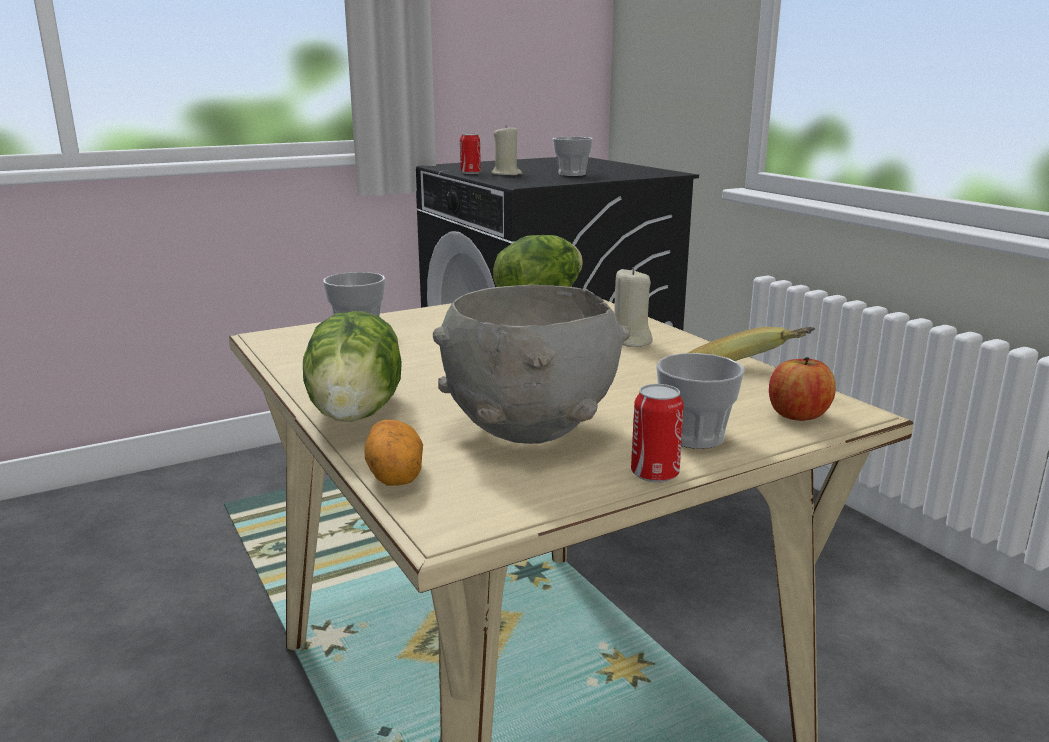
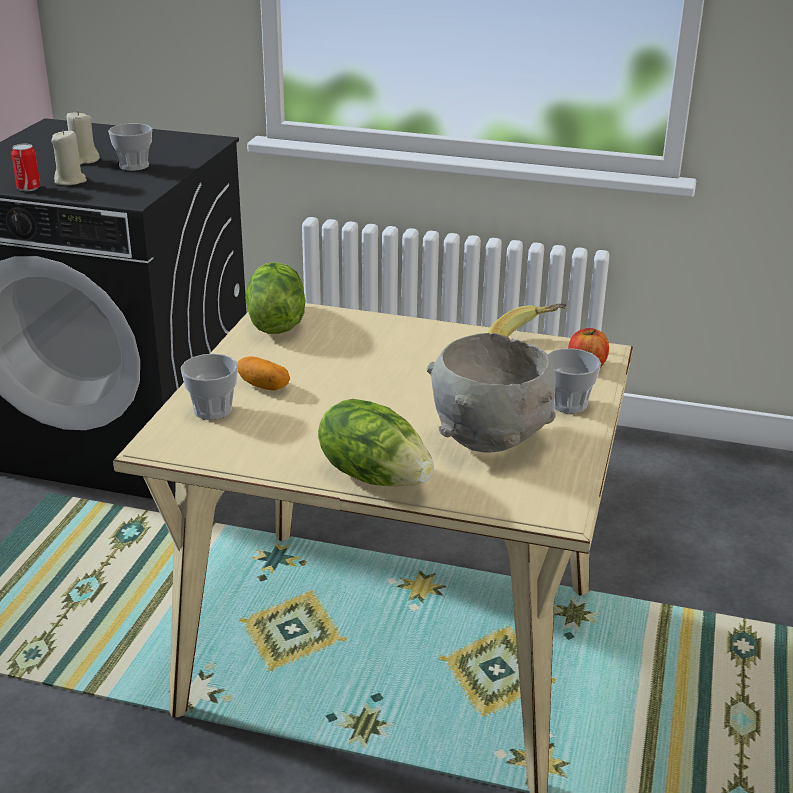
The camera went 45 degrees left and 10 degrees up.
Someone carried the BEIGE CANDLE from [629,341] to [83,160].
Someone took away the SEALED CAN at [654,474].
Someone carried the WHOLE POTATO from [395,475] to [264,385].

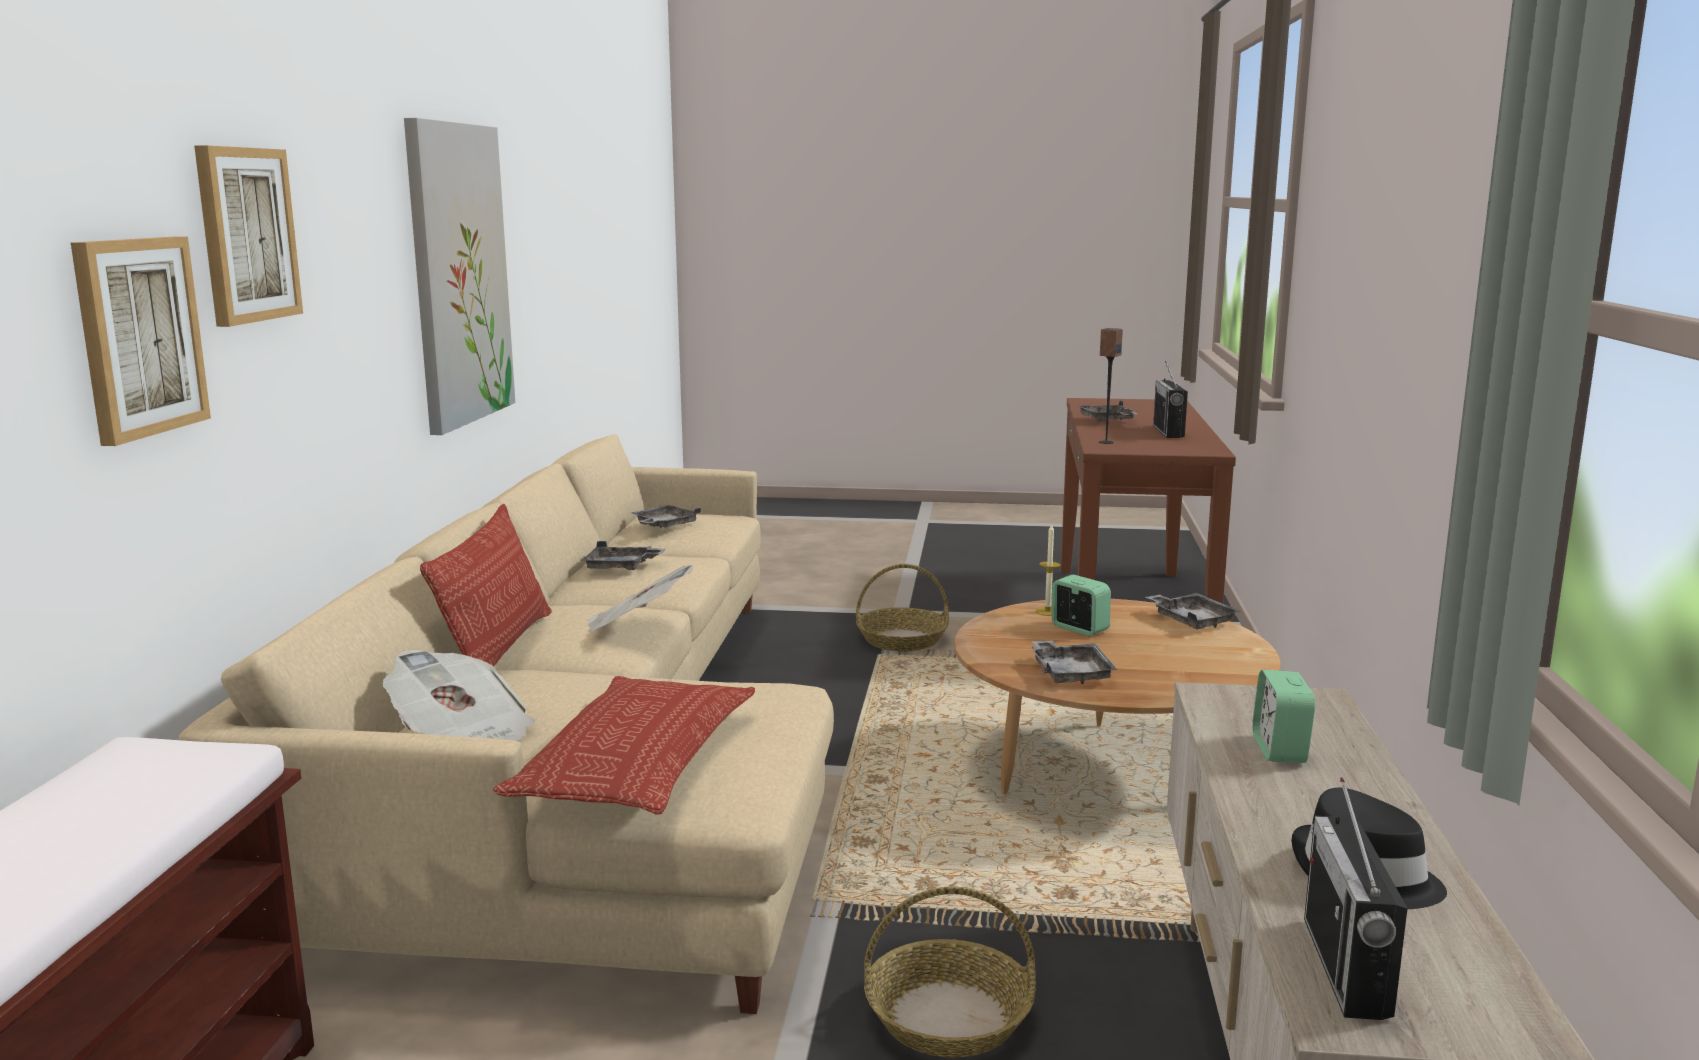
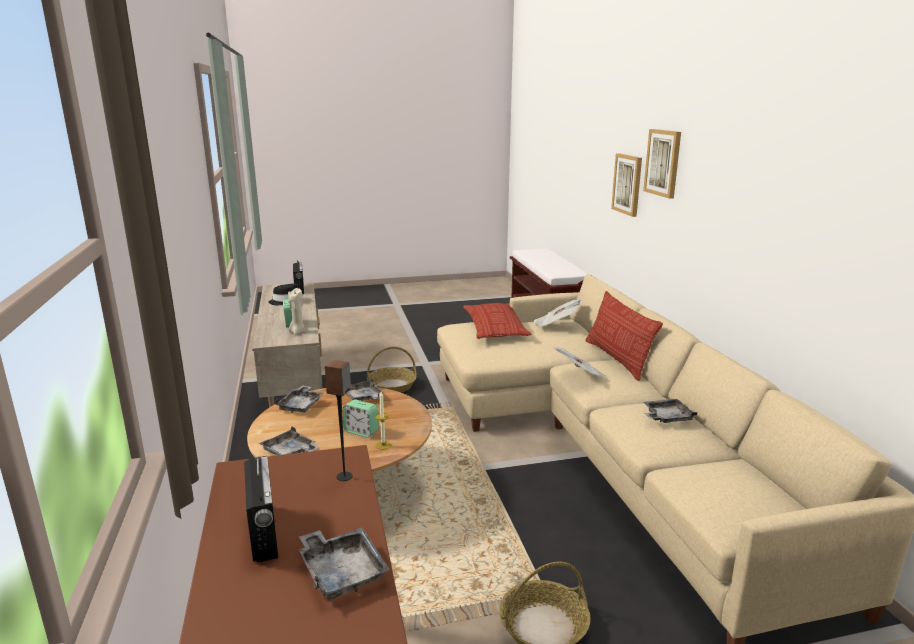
The camera went 160 degrees right and 5 degrees up.
Someone took away the WALL PICTURE at [459,274].
Someone carried the GRAY CARRYING TRAY from [664,526] to [301,405].
Someone put down the BEIGE CANDLE at [297,332].

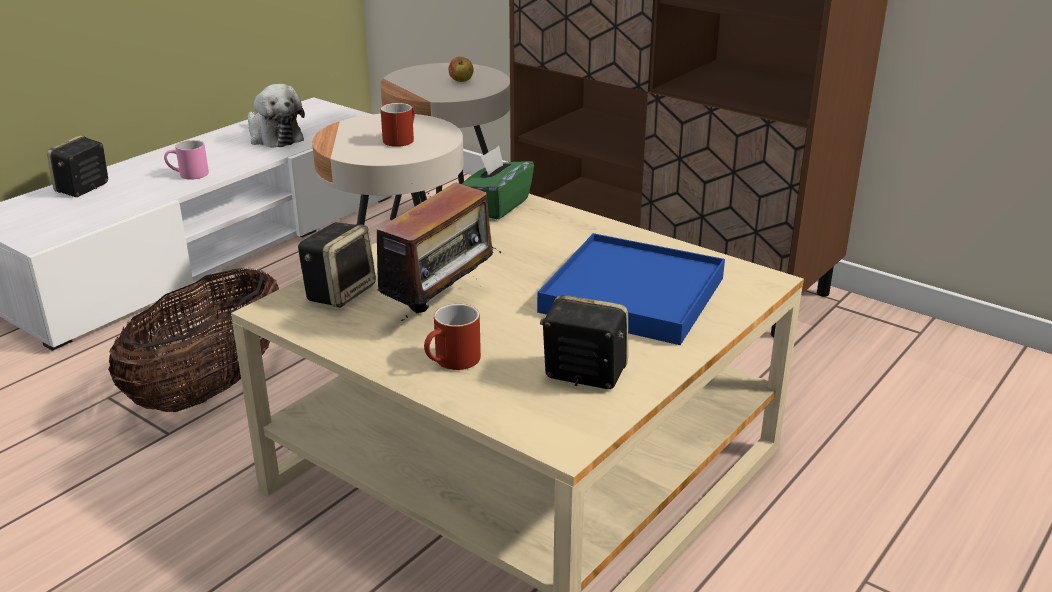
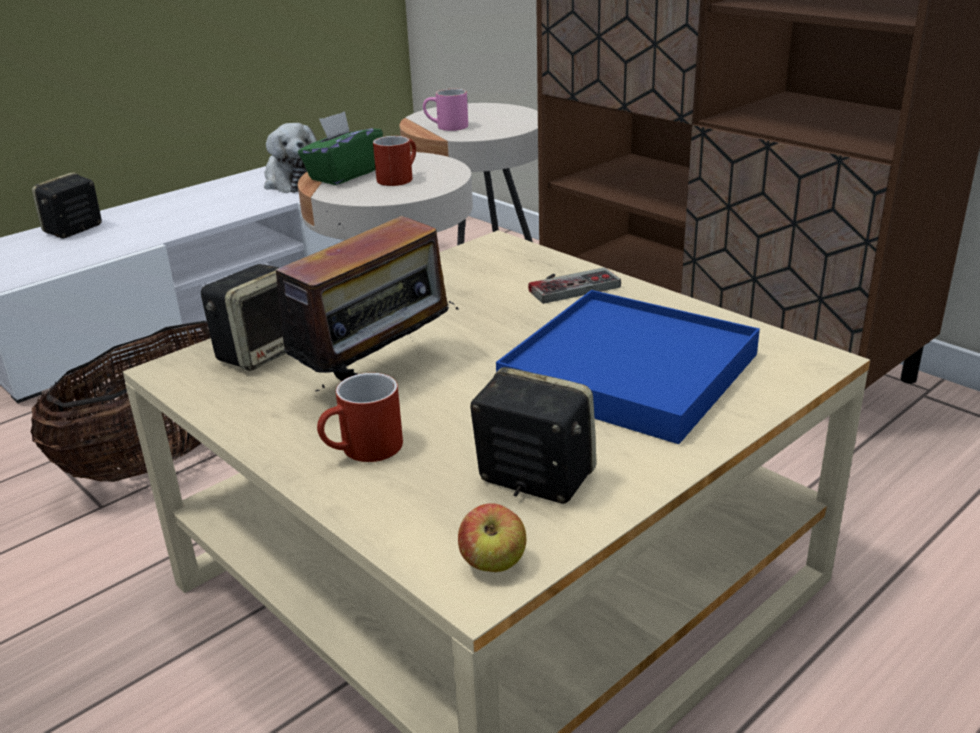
The camera went 10 degrees right and 0 degrees up.
Someone carried the APPLE FRUIT from [461,81] to [493,564].
Someone carried the PINKISH MUG from [188,175] to [446,127].
Someone carried the GREEN TISSUE HOLDER from [497,206] to [343,175].
Someone put down the GAME CONTROLLER at [569,285].

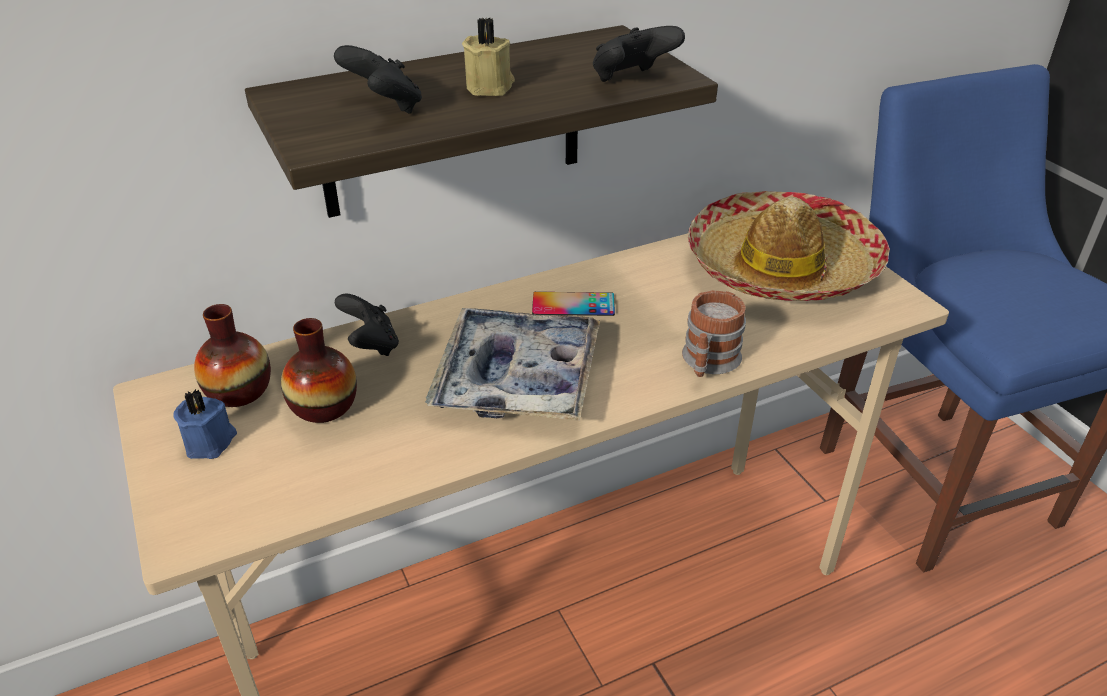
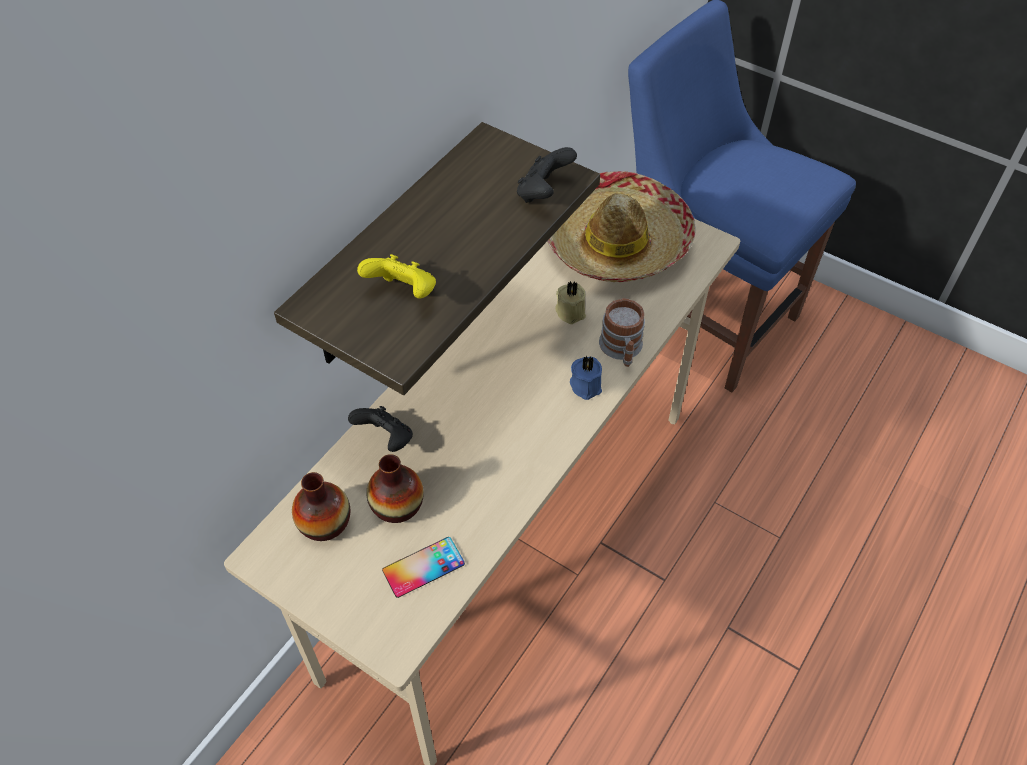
The camera went 30 degrees left and 15 degrees up.
Someone carried the BEIGE CANDLE from [491,86] to [571,311].
Someone repainted the BLACK GAME CONTROLLER at [385,107], which became the YELLOW GAME CONTROLLER at [403,293].
Someone carried the PHONE from [573,304] to [423,567].
Someone took away the CARRYING TRAY at [517,377].
Someone carried the BLUE-COLOURED CANDLE from [211,442] to [586,385].

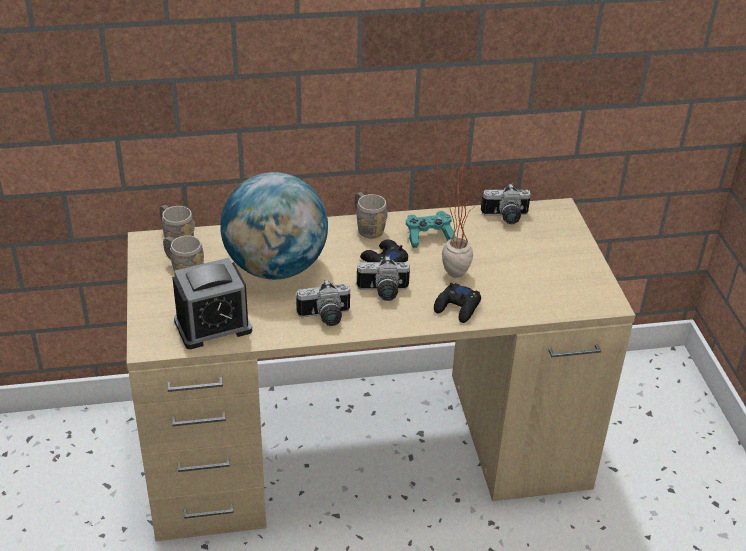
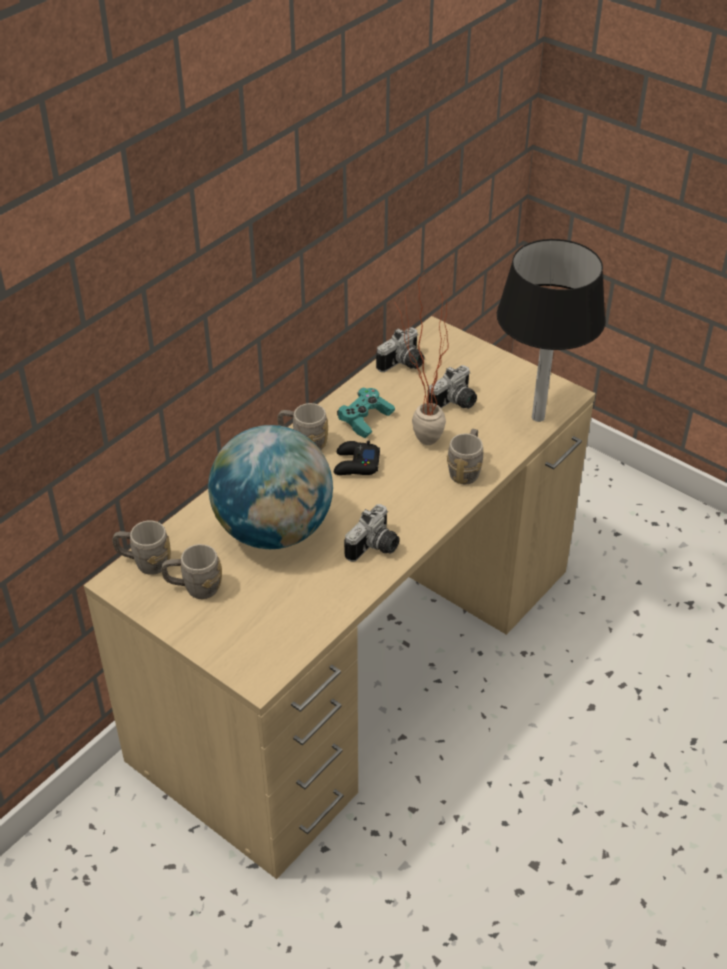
The camera went 40 degrees left and 5 degrees up.
Someone carried the STILL CAMERA from [383,292] to [455,403].
Someone took away the ALARM CLOCK at [213,326].
Someone swapped the BLACK GAME CONTROLLER at [457,307] for the GRAY MUG at [466,470].
Someone put down the BLACK TABLETOP LAMP at [538,417].

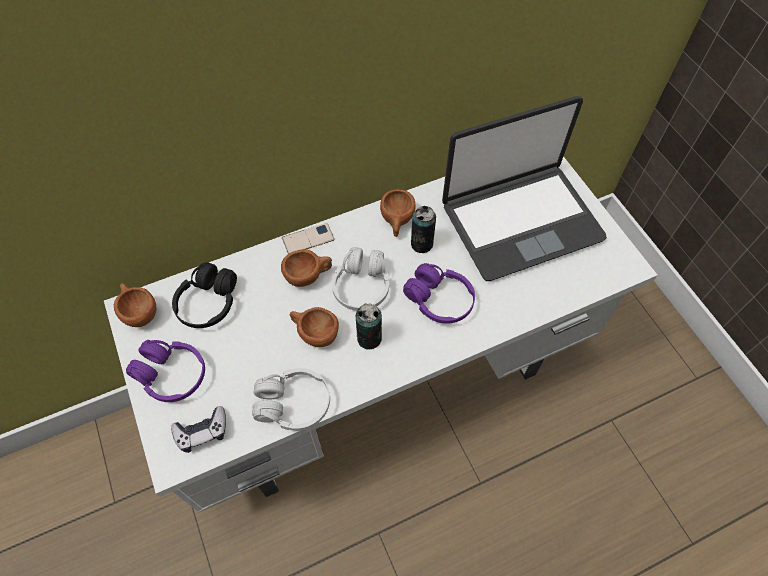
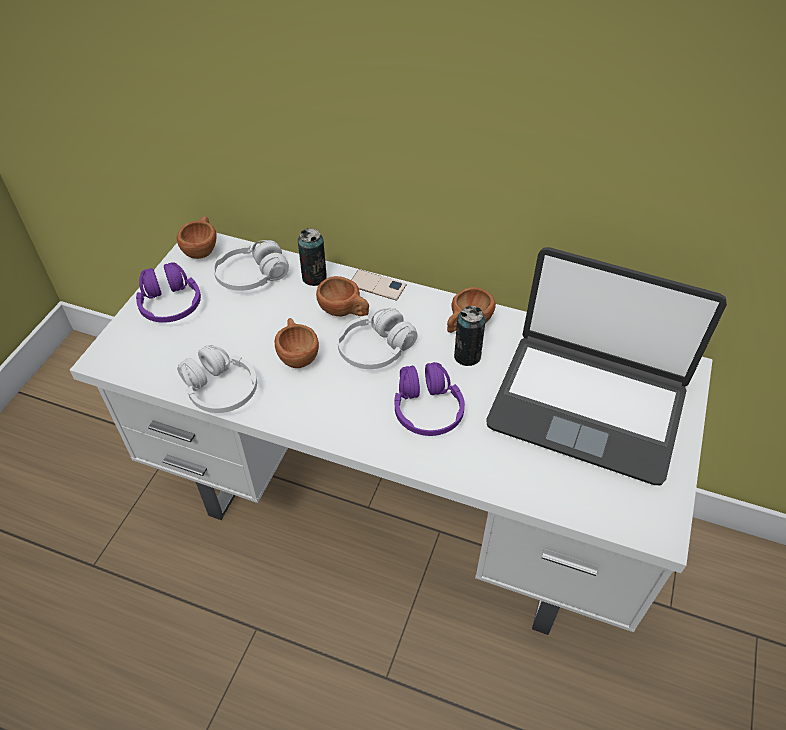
The camera went 45 degrees right and 10 degrees down.
Someone repainted the BLACK PAIR OF HEADPHONES at [208,302], which became the WHITE PAIR OF HEADPHONES at [252,276].
Someone carried the SEALED CAN from [369,338] to [314,277].
Someone took away the GAME CONTROLLER at [202,432].

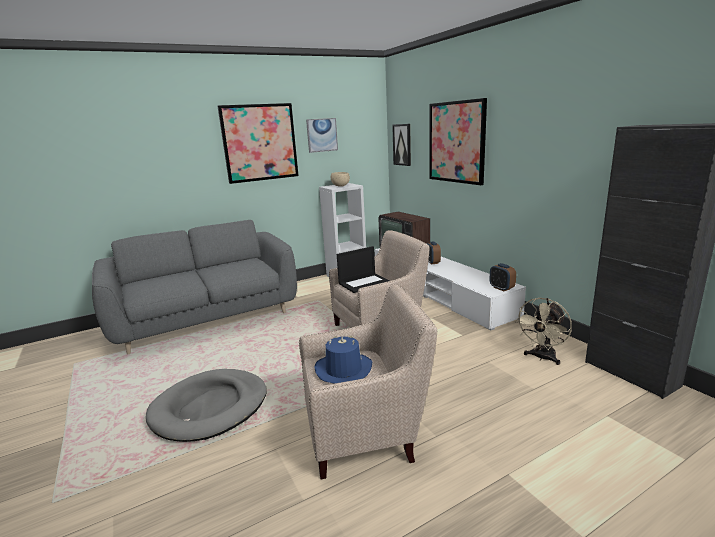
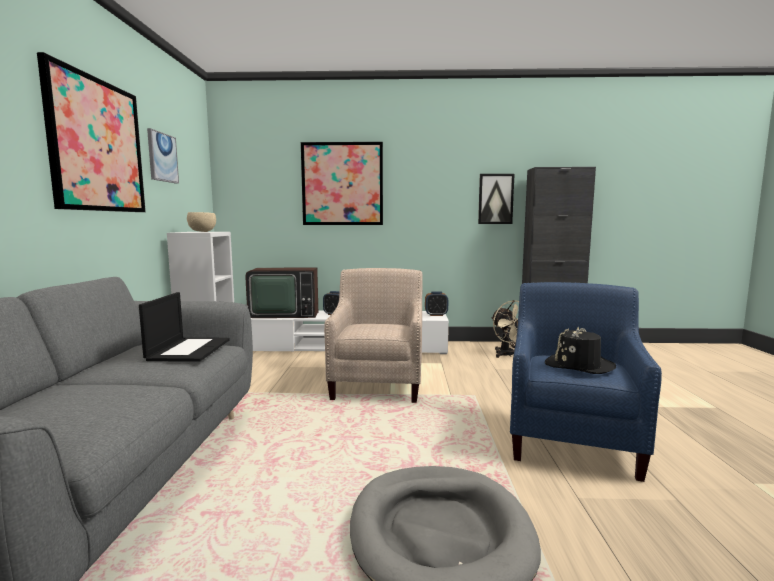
The camera went 60 degrees left and 10 degrees down.
Someone carried the WALL PICTURE from [402,144] to [495,199].
Someone carried the LAPTOP from [364,283] to [189,349].
Someone repainted the BEIGE ARMCHAIR at [366,433], which became the BLUE-COLOURED ARMCHAIR at [573,440].
Someone repainted the BLUE-COLOURED WEARABLE HAT at [343,369], which became the BLACK WEARABLE HAT at [578,365].

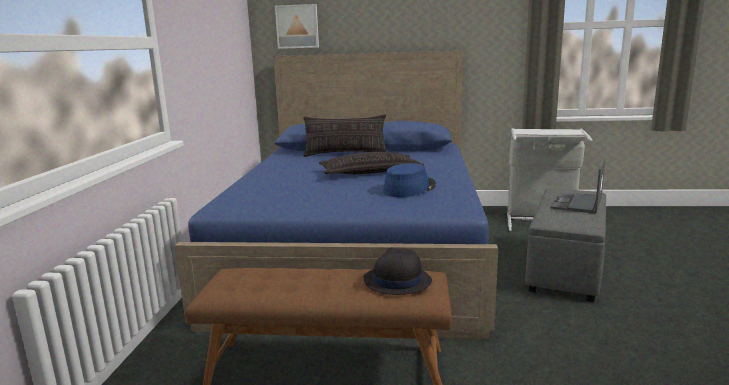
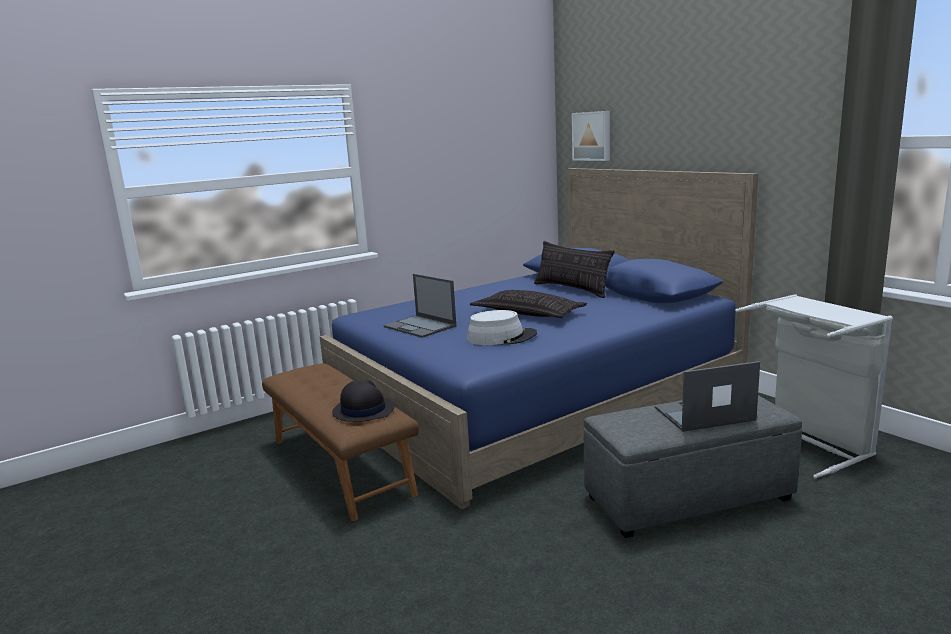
The camera went 50 degrees right and 0 degrees up.
Someone repainted the BLUE-COLOURED WEARABLE HAT at [409,188], which became the GRAY WEARABLE HAT at [501,337].
Someone put down the LAPTOP at [420,326].

